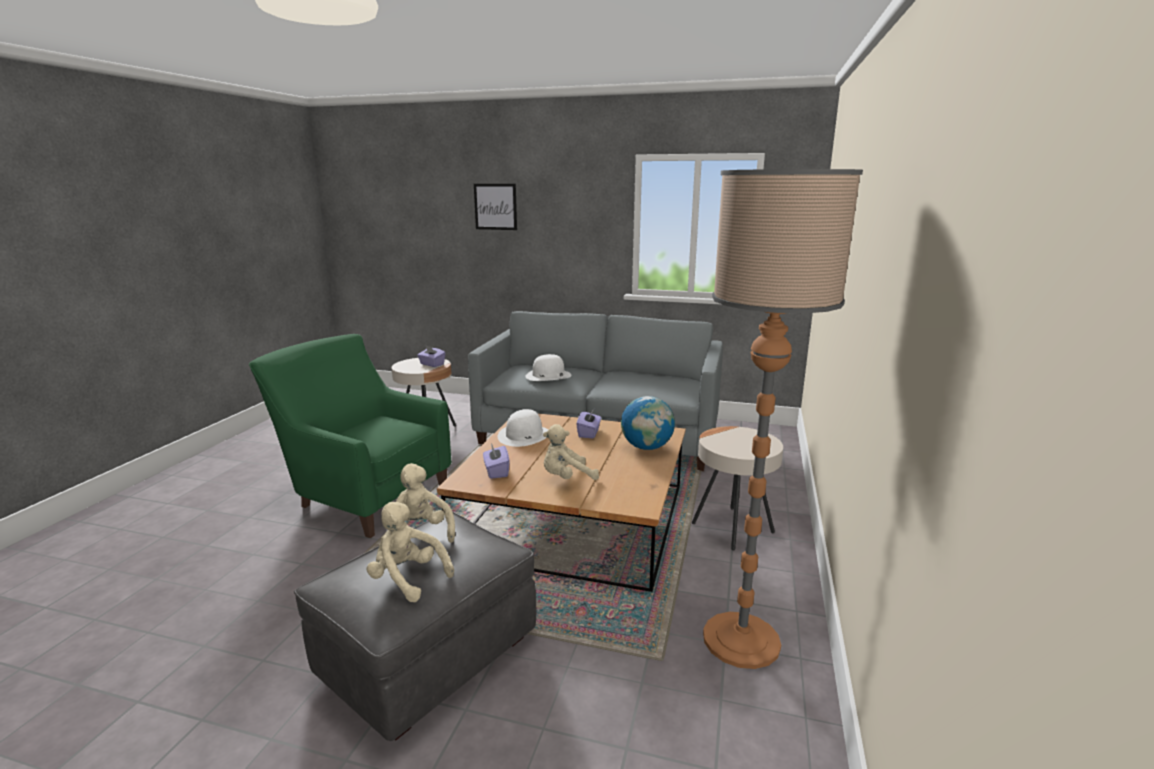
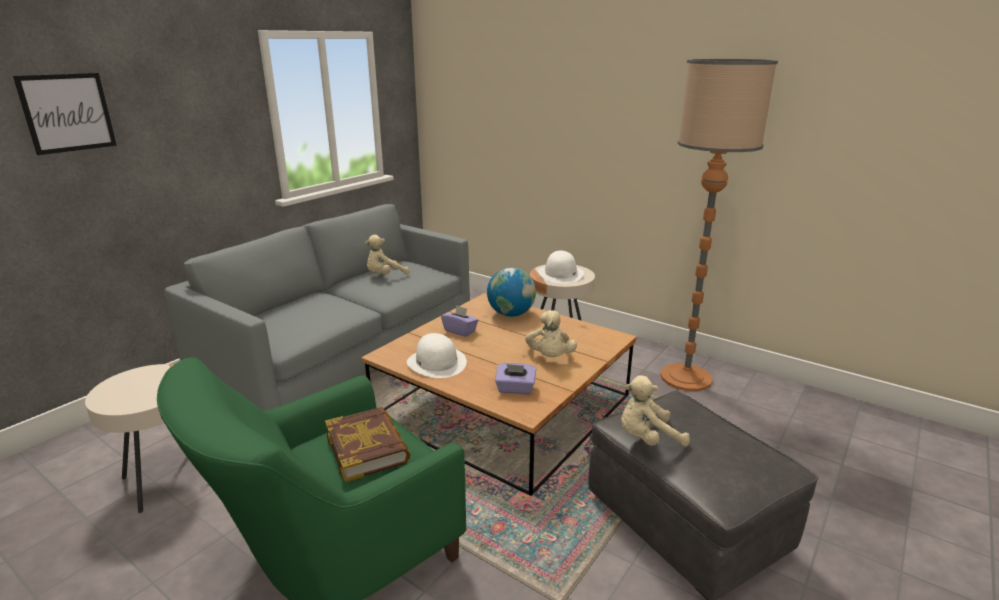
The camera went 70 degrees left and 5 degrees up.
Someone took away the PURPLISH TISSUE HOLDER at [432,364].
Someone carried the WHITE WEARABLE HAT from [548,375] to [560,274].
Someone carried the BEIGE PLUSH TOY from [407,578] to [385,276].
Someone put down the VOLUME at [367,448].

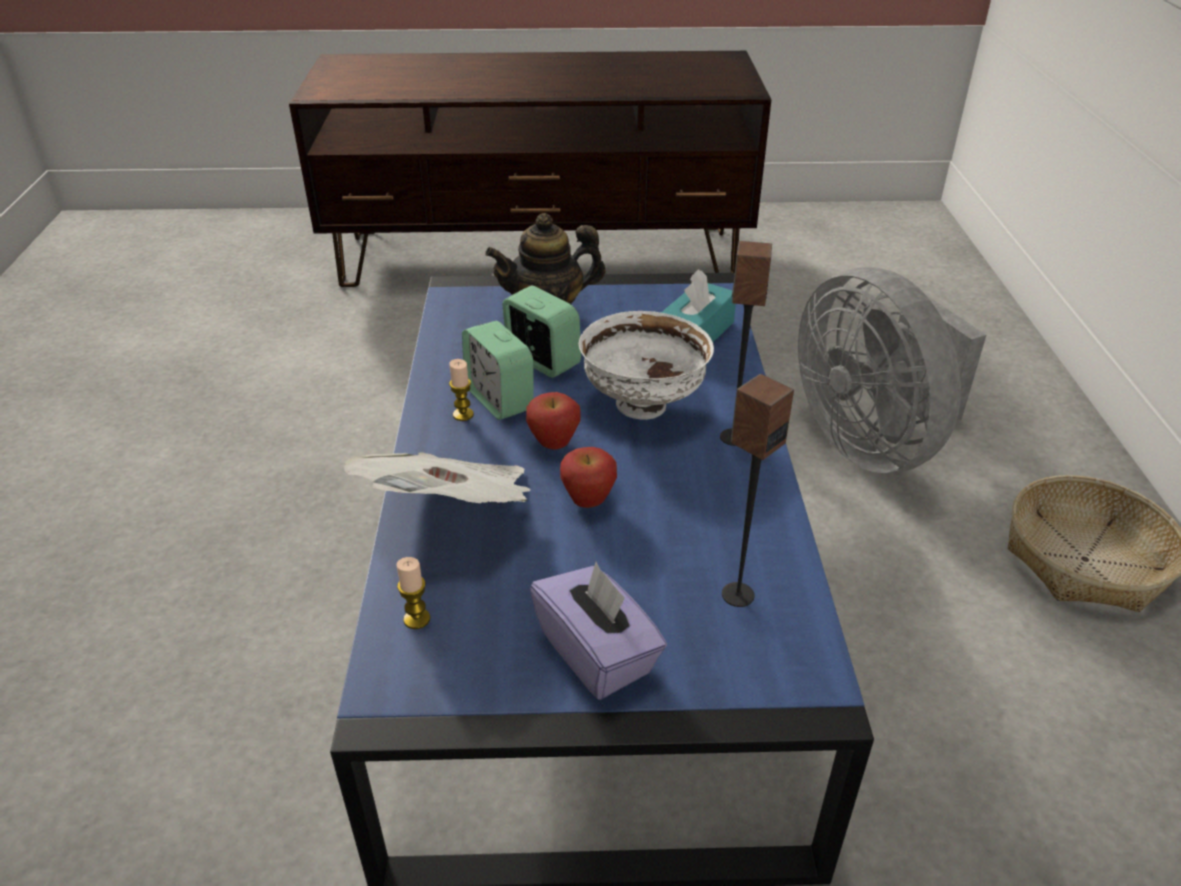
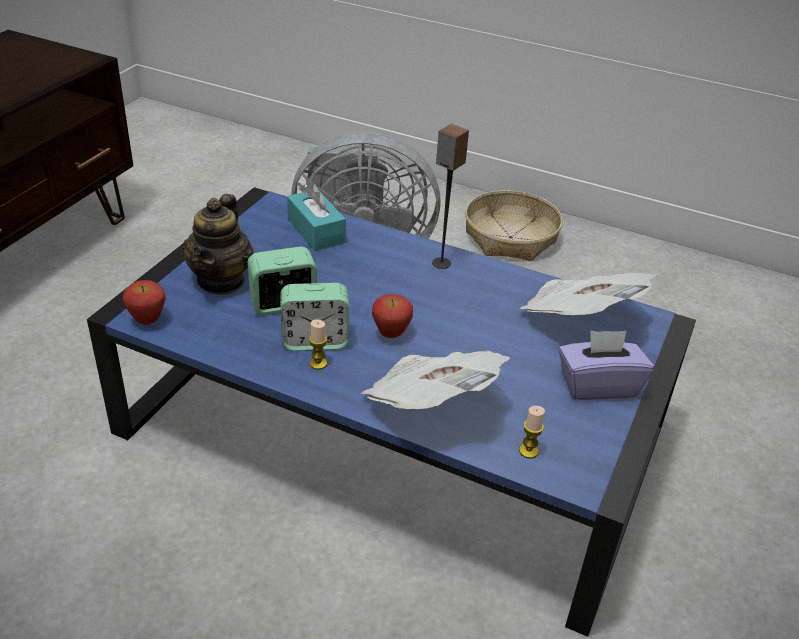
The camera went 65 degrees left and 0 degrees up.
Someone took away the WHITE DEEP DISH at [642,404].
Someone swapped the LOUDSPEAKER at [737,594] for the DAILY PAPER at [579,318].
Someone carried the APPLE FRUIT from [588,502] to [148,321].

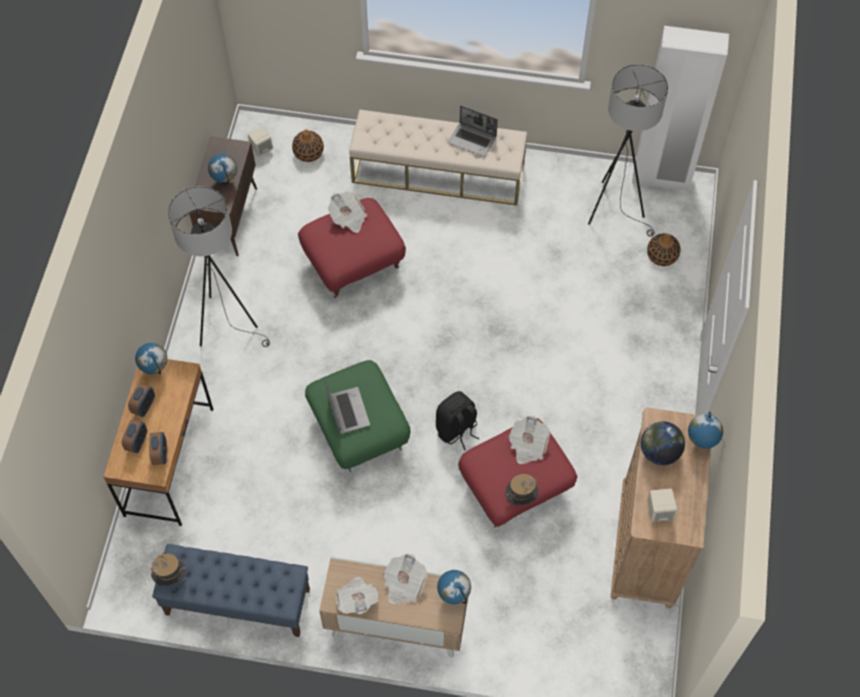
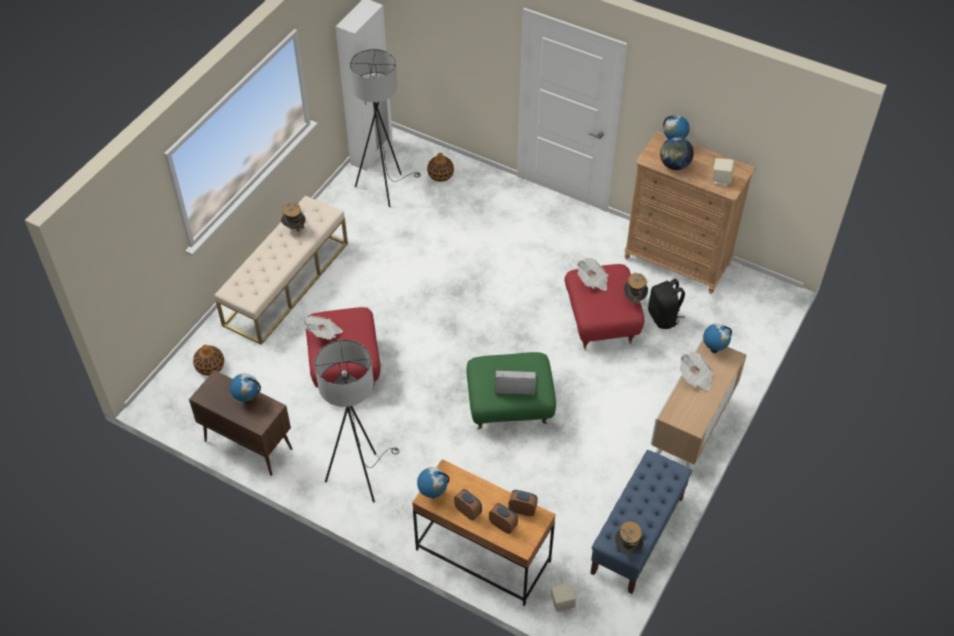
The camera went 70 degrees left and 10 degrees down.
Someone swapped the LAPTOP at [473,140] for the WEARABLE HAT at [294,229].
Someone carried the BEIGE LOUDSPEAKER from [261,148] to [562,603].
Someone carried the BLACK KNAPSACK from [456,430] to [664,317].
Someone took away the DAILY PAPER at [357,599].

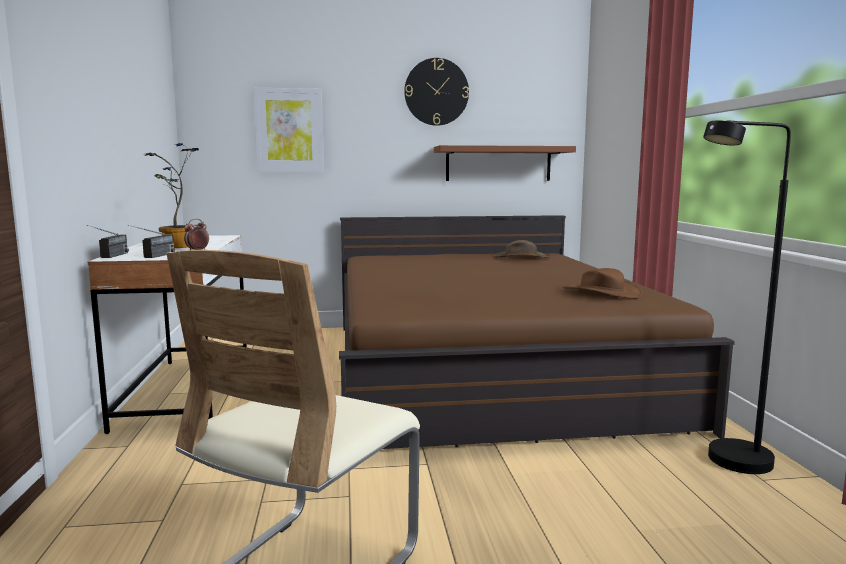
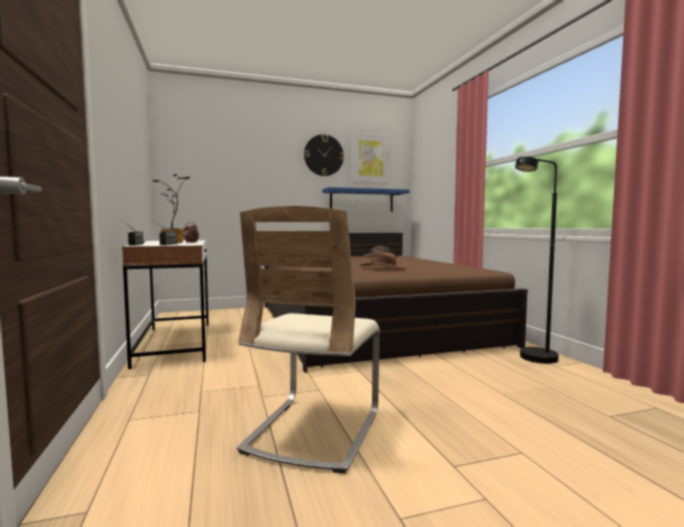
The camera went 10 degrees left and 5 degrees down.
Someone carried the WALL PICTURE from [289,130] to [370,158].
Someone repainted the BROWN-COLOURED SHELF at [498,164], which became the BLUE-COLOURED SHELF at [361,200].
Someone carried the BROWN-COLOURED WEARABLE HAT from [601,292] to [383,267].

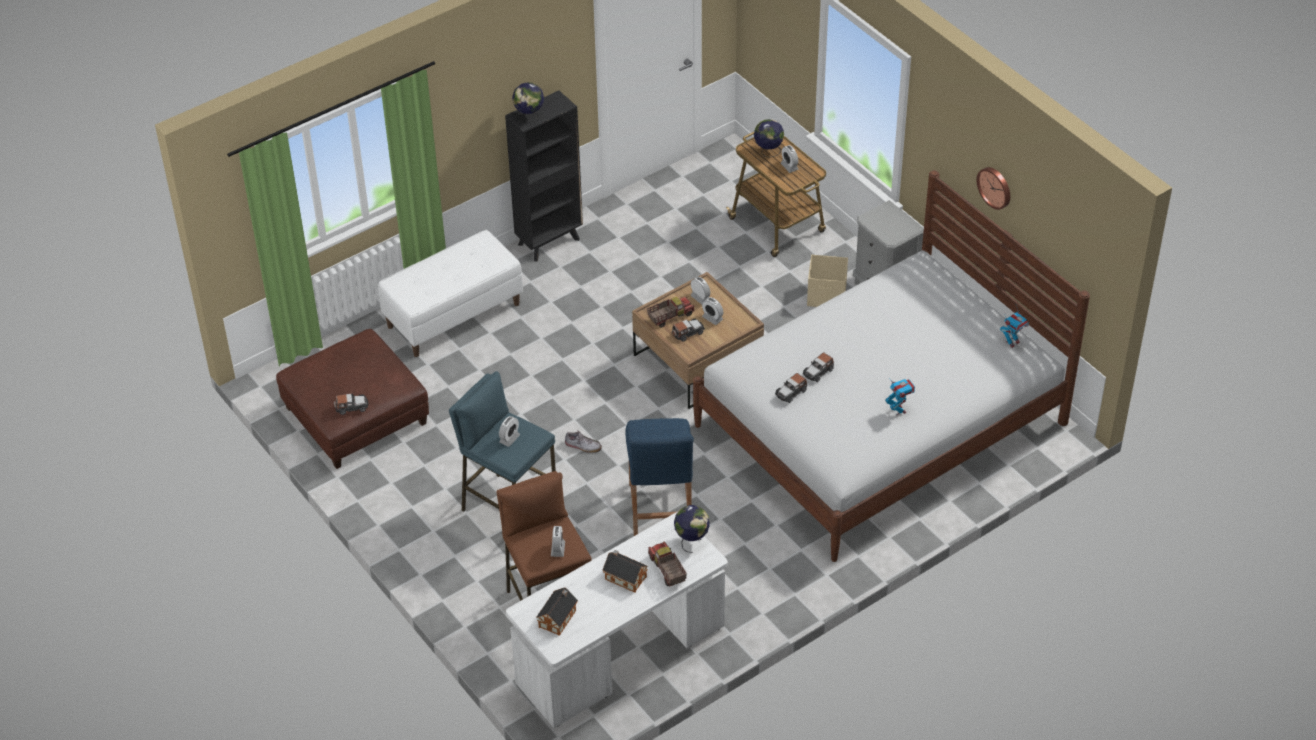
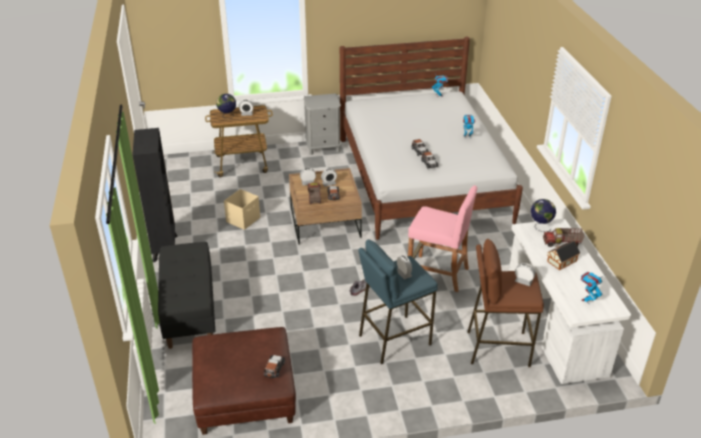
The camera went 65 degrees left and 10 degrees down.
Someone took away the WORLD GLOBE at [529,117].
Someone took away the CLOCK ON THE WALL at [995,187].
Someone repainted the WHITE LONG SEAT at [454,315], which became the BLACK LONG SEAT at [189,311].
Someone carried the BEIGE STORAGE BOX from [827,296] to [243,220].
Someone repainted the BLUE-COLOURED SITTING STOOL at [660,510], which became the PINKISH SITTING STOOL at [437,273].
Someone swapped the MODEL HOUSE at [558,617] for the MODEL ROBOT at [587,300].

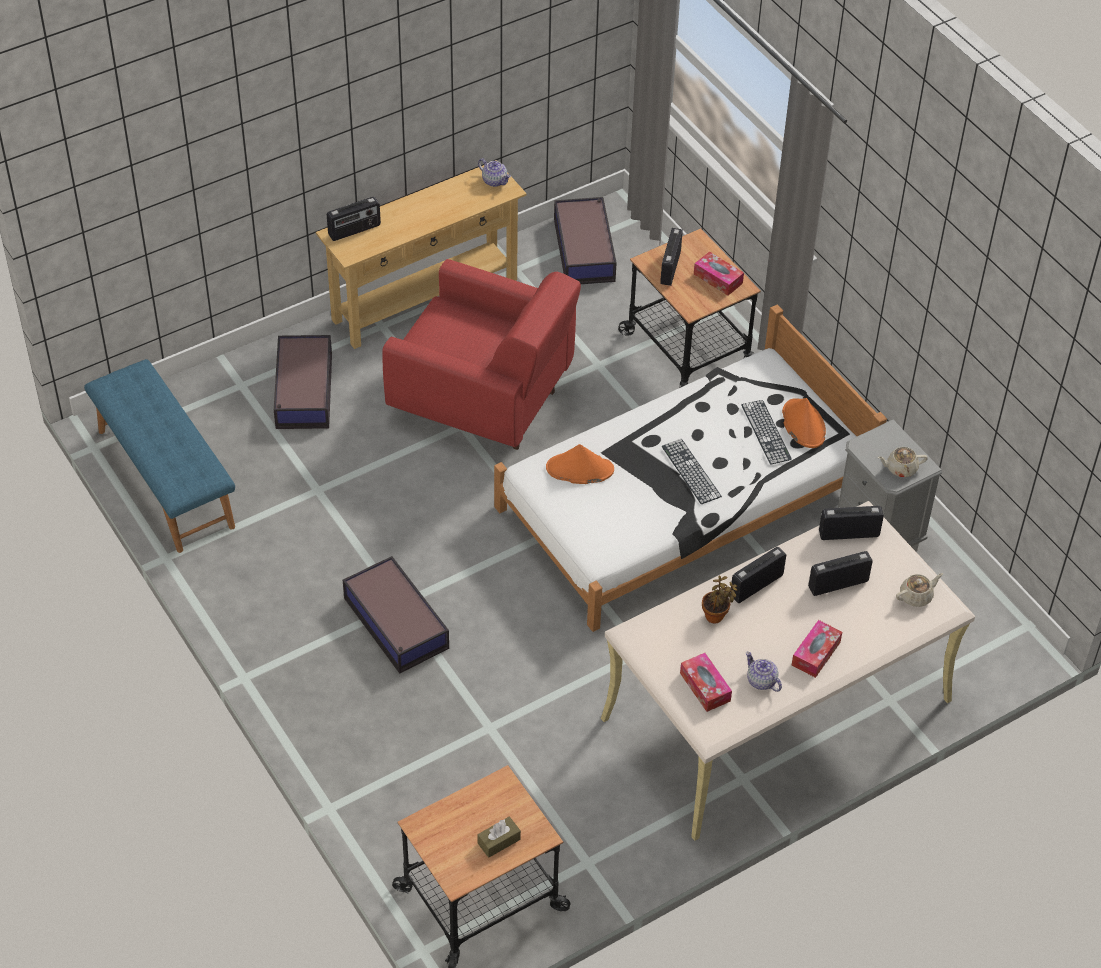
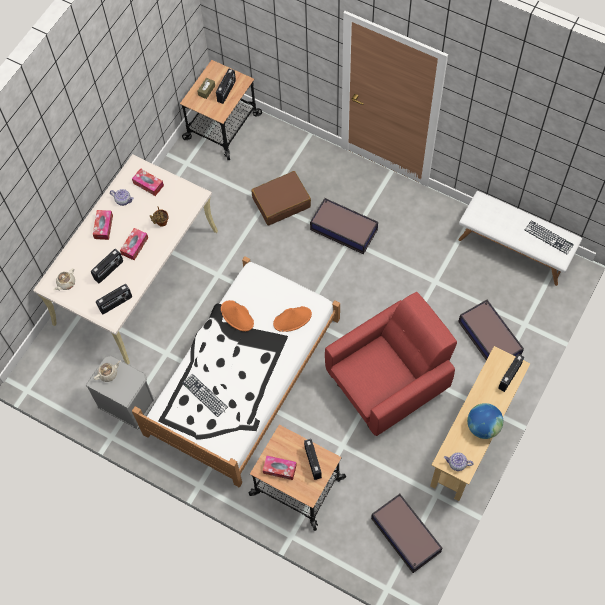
The camera went 155 degrees right and 15 degrees up.
Someone rotated the RED-COLOURED ARMCHAIR at [484,402] by 150 degrees clockwise.
Someone repainted the BLUE-COLOURED LONG SEAT at [164,478], which became the WHITE LONG SEAT at [515,248].
Someone carried the ORANGEY WEARABLE HAT from [803,424] to [237,316].
Someone carried the KEYBOARD from [691,471] to [549,237].
Someone carried the RADIO from [756,585] to [227,91].
Someone put down the BROWN-COLOURED TRAVEL CASE at [281,202].
Someone put down the TISSUE HOLDER at [135,246].
Someone put down the WORLD GLOBE at [483,426].

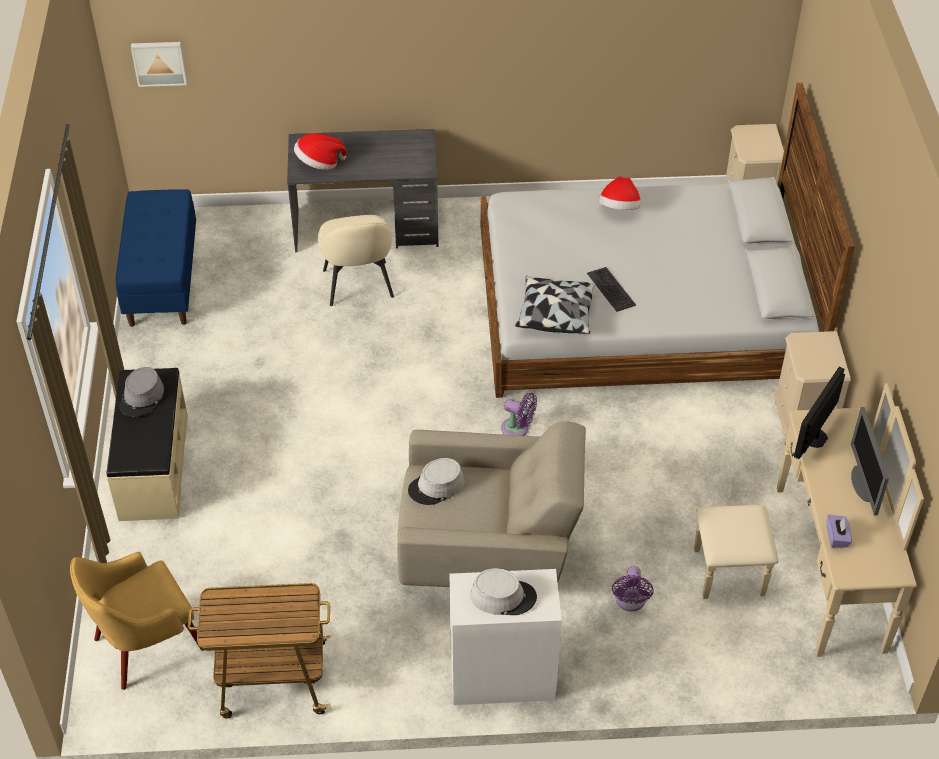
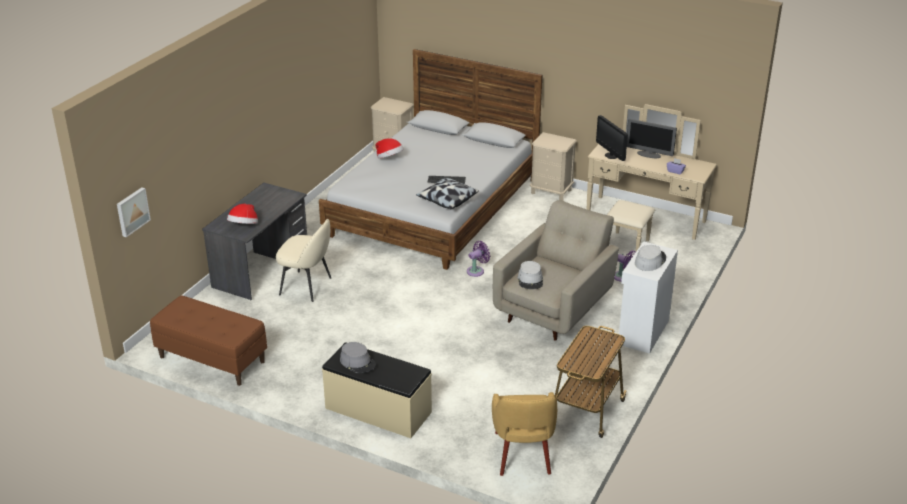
The camera went 60 degrees left and 15 degrees down.
Someone repainted the BLUE-COLOURED LONG SEAT at [162,279], which became the BROWN-COLOURED LONG SEAT at [211,359].

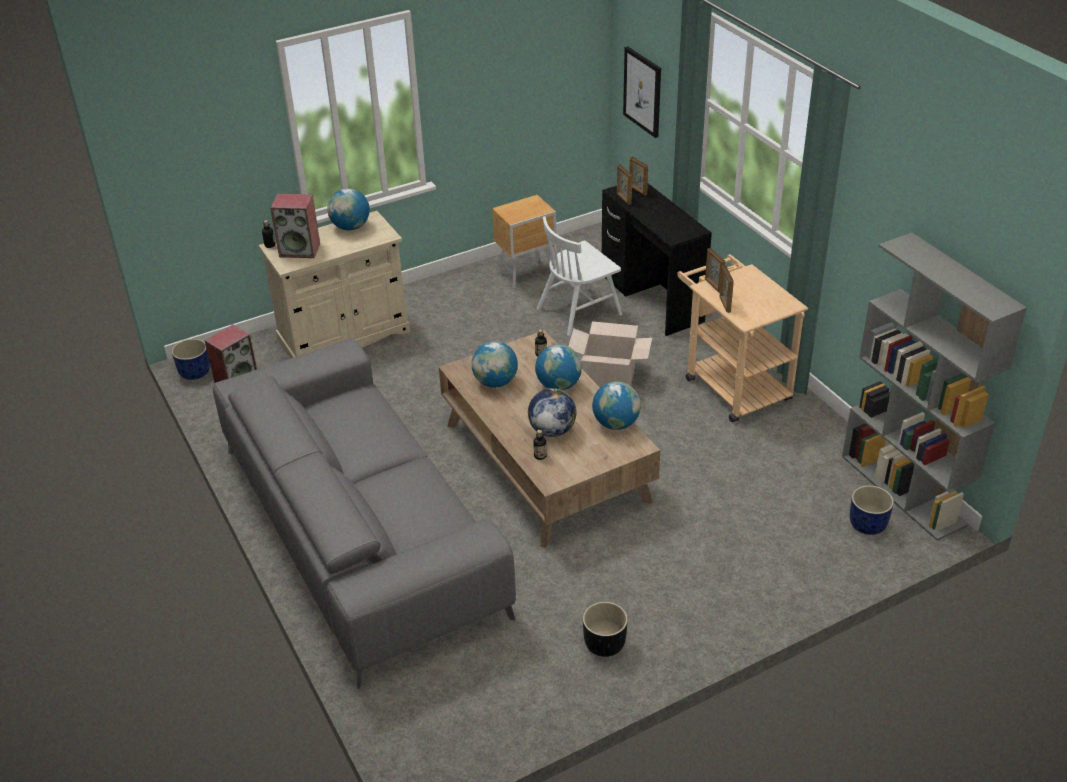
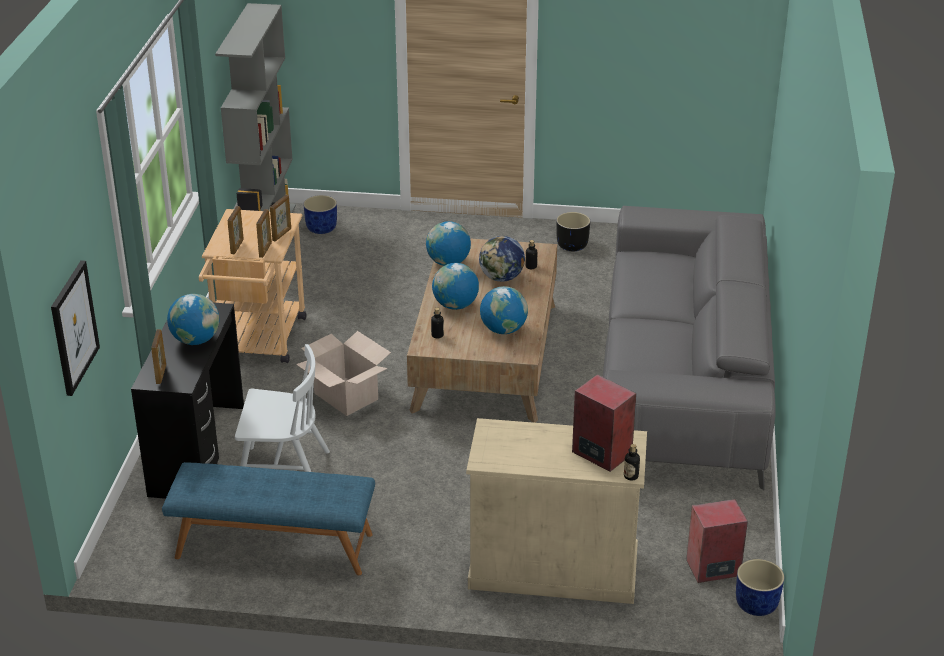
The camera went 145 degrees left and 5 degrees down.
Someone carried the STANDING FRAME from [623,199] to [237,247].
Someone carried the WORLD GLOBE from [350,227] to [196,340].
Someone swapped the BROWN-COLOURED NIGHT TABLE at [527,274] for the BLUE-COLOURED LONG SEAT at [273,546].

